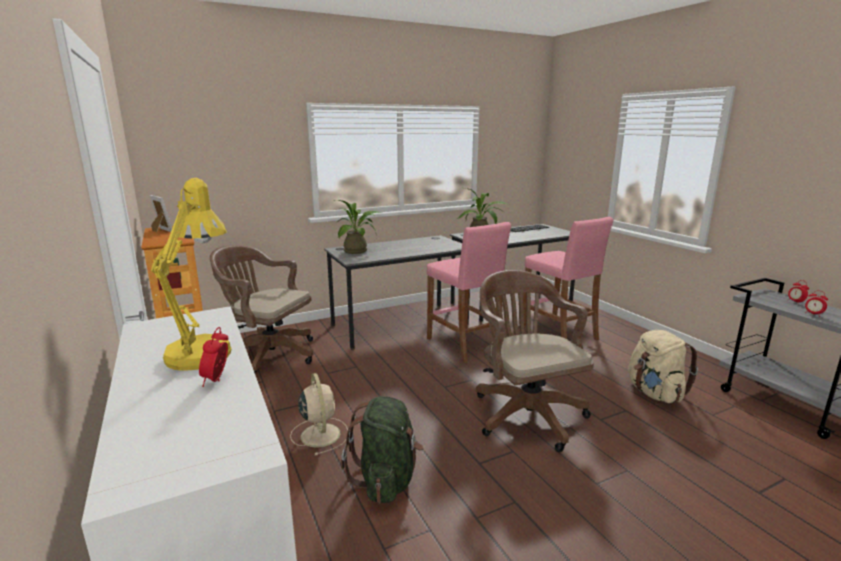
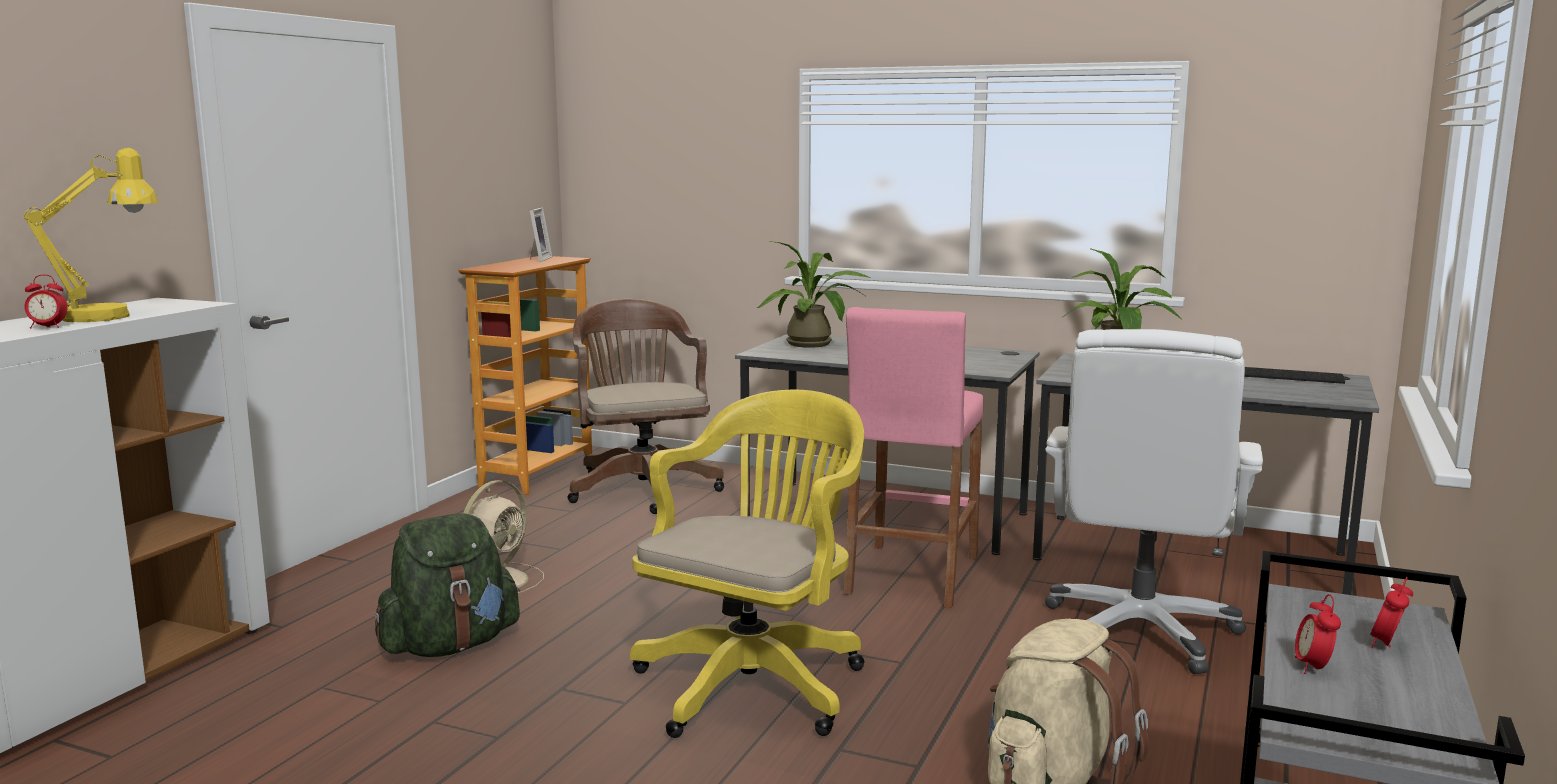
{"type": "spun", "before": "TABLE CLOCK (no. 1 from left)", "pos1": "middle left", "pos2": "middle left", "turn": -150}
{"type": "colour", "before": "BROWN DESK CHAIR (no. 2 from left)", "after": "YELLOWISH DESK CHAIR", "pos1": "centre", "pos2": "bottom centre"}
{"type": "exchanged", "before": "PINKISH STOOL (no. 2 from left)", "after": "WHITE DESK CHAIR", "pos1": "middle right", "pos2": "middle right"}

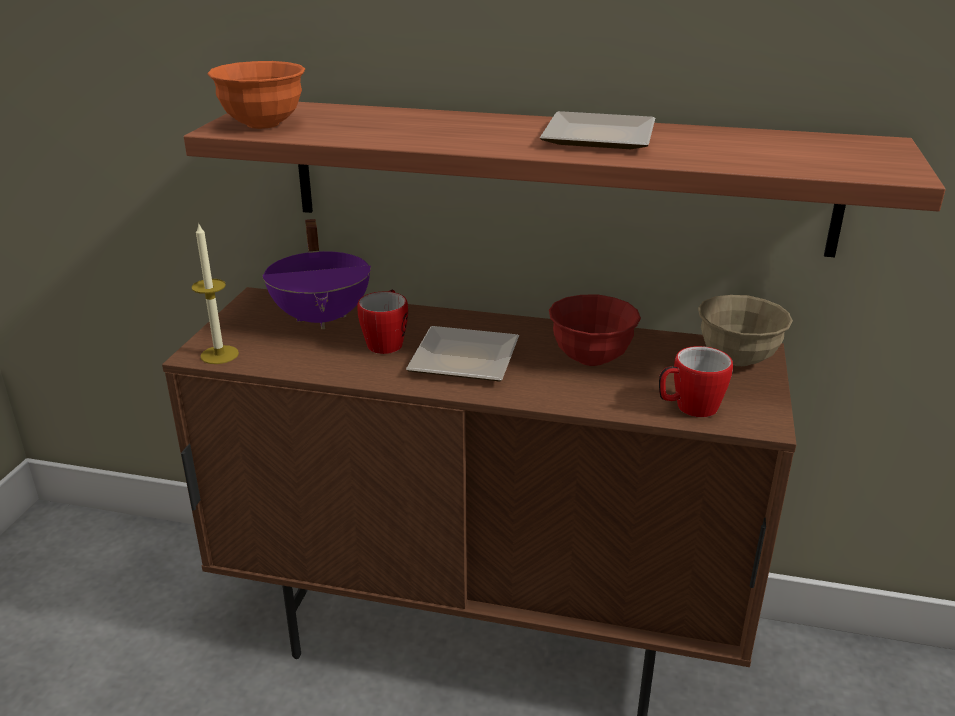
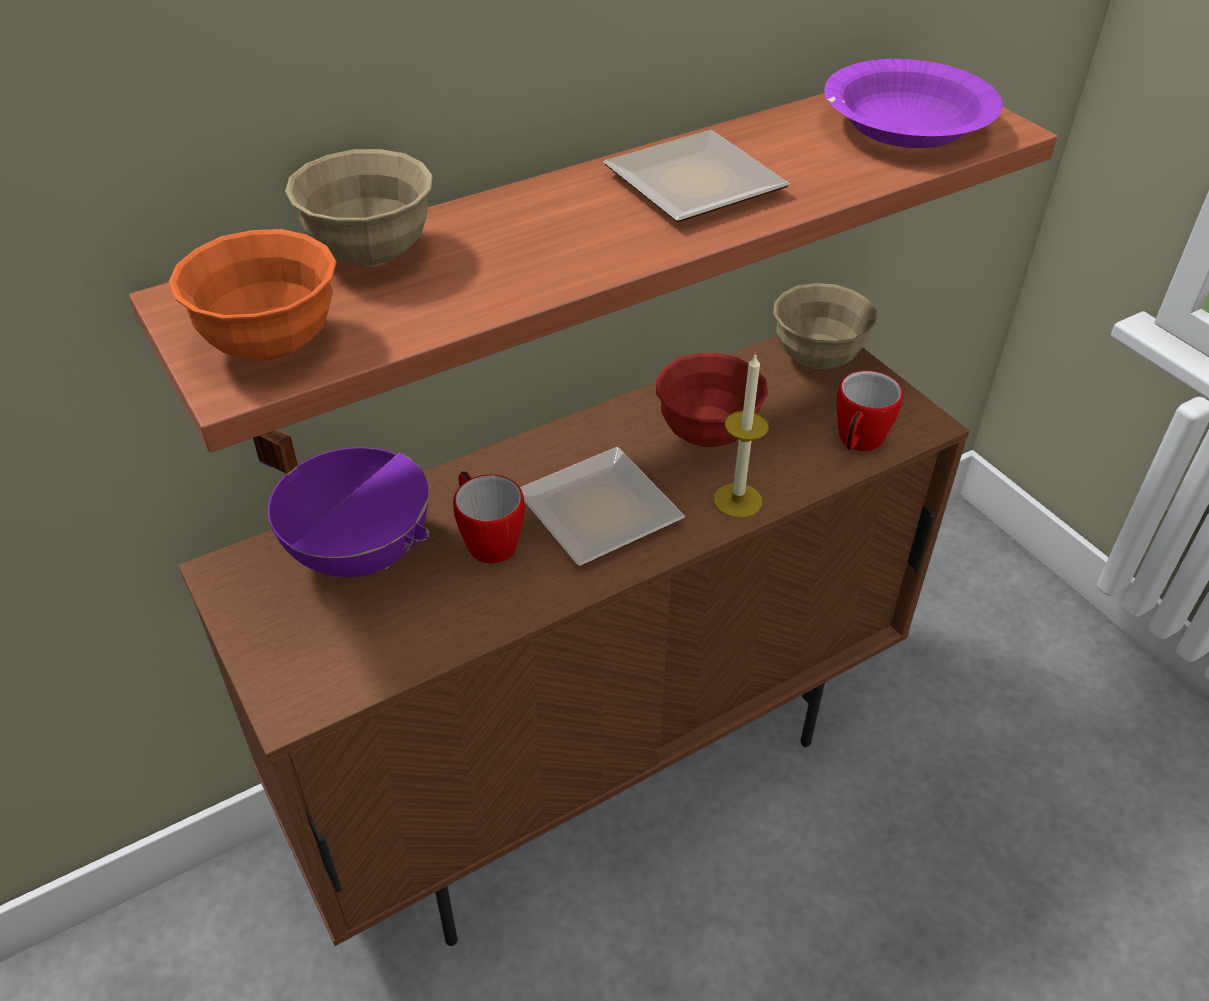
{"type": "relocated", "before": "WAX LIGHT", "pos1": "middle left", "pos2": "centre"}
{"type": "appeared", "after": "BEIGE BOWL (no. 1 from left)", "pos2": "top left"}
{"type": "appeared", "after": "PURPLE-COLOURED BOWL", "pos2": "top right"}

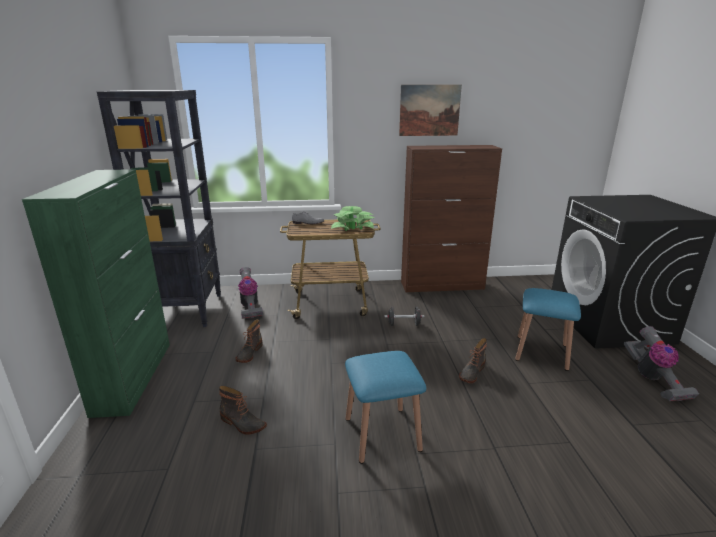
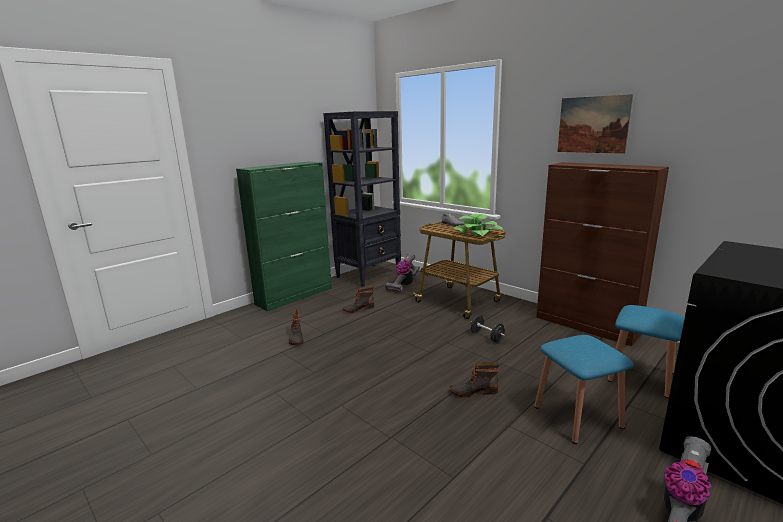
{"type": "relocated", "before": "BLUE-COLOURED STOOL (no. 1 from left in the first image)", "after": "BLUE-COLOURED STOOL (no. 2 from left)", "pos1": "bottom centre", "pos2": "bottom right"}

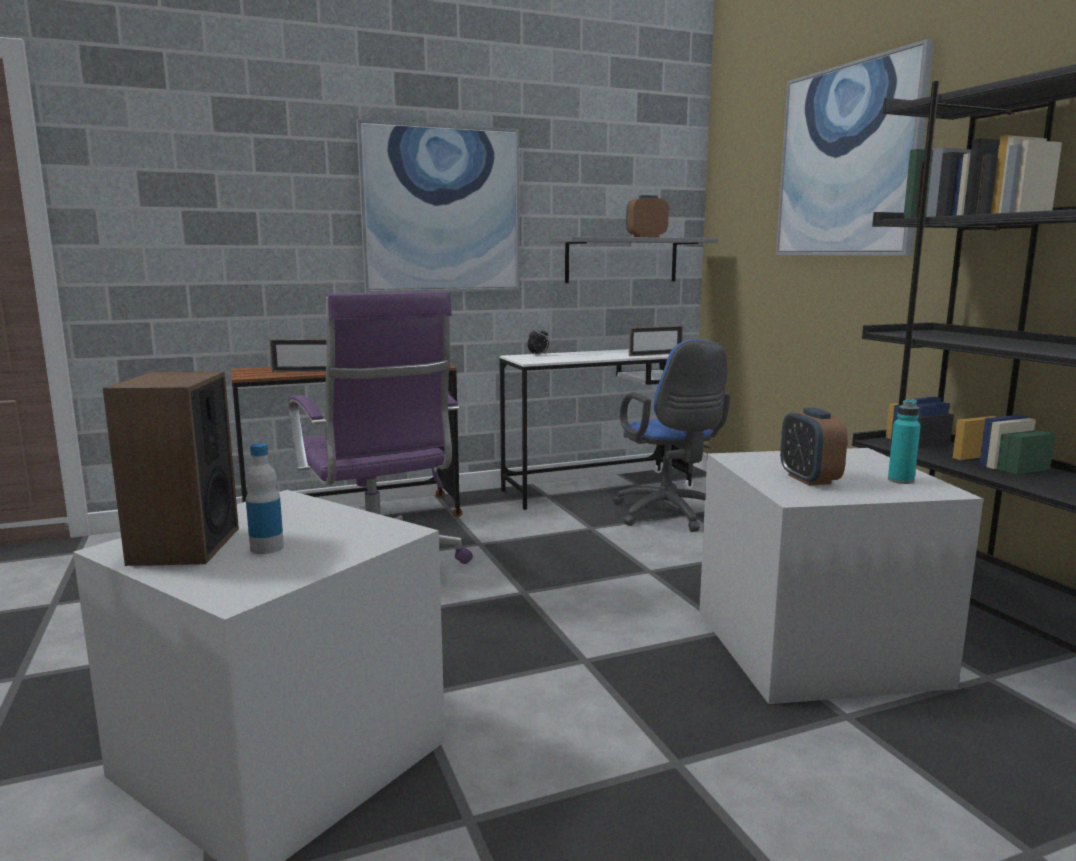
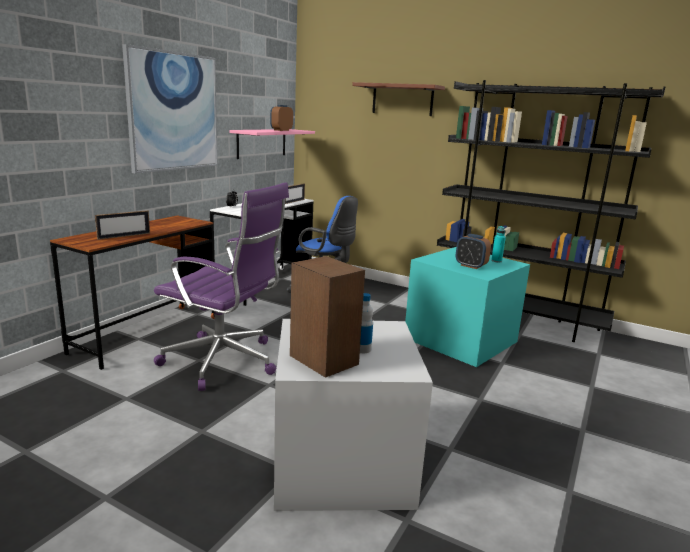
{"type": "colour", "before": "GRAY WALL SHELF", "after": "PINKISH WALL SHELF", "pos1": "top centre", "pos2": "top centre"}
{"type": "colour", "before": "GRAY STORAGE BOX (no. 2 from left)", "after": "BLUE-GREEN STORAGE BOX", "pos1": "bottom right", "pos2": "middle right"}
{"type": "exchanged", "before": "WALL ART (no. 2 from left)", "after": "BROWN WALL SHELF", "pos1": "top right", "pos2": "top centre"}

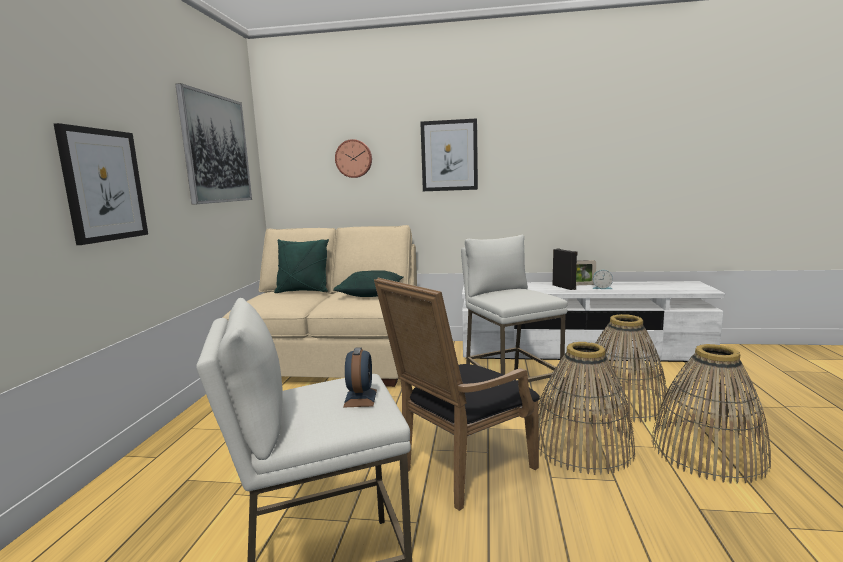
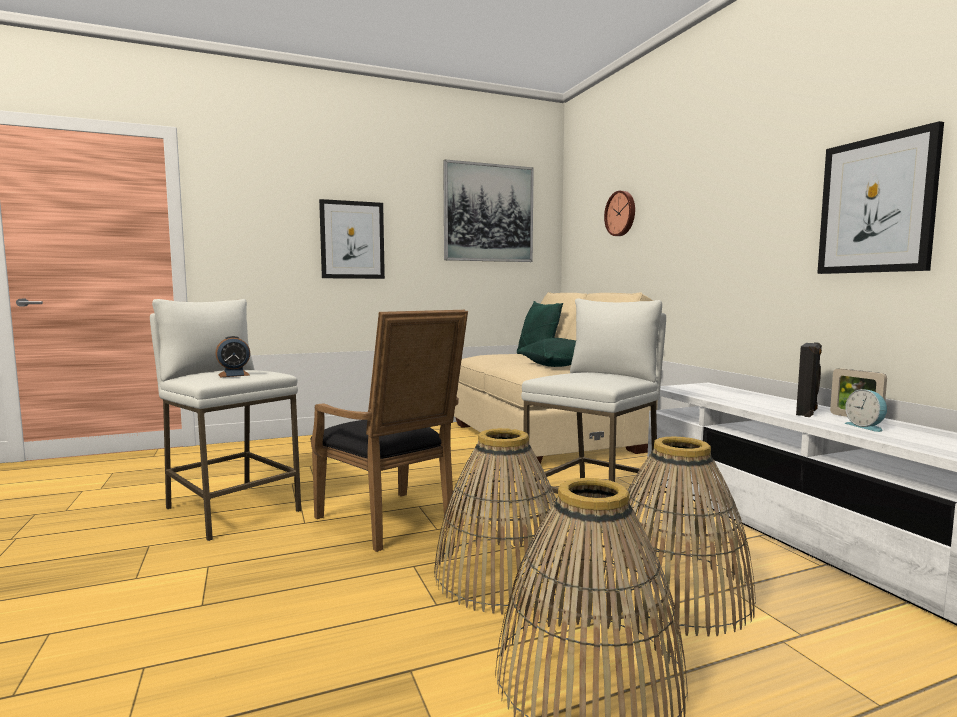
{"type": "spun", "before": "BLACK LOUNGE CHAIR", "pos1": "bottom centre", "pos2": "centre", "turn": -150}
{"type": "relocated", "before": "WALL ART (no. 3 from left)", "pos1": "top centre", "pos2": "top right"}

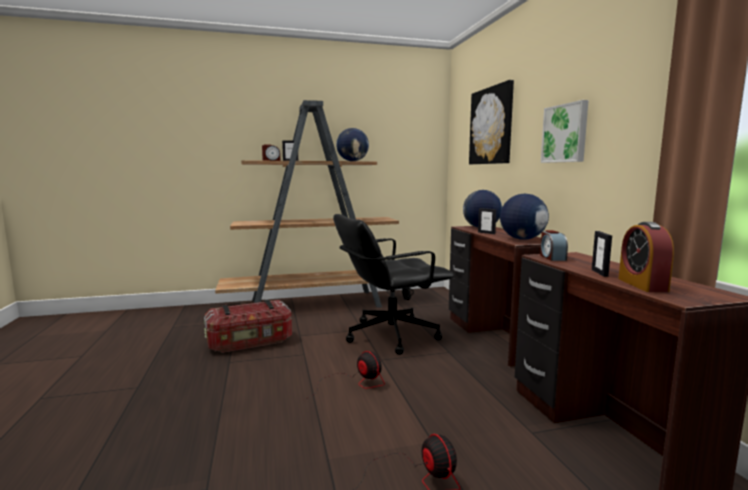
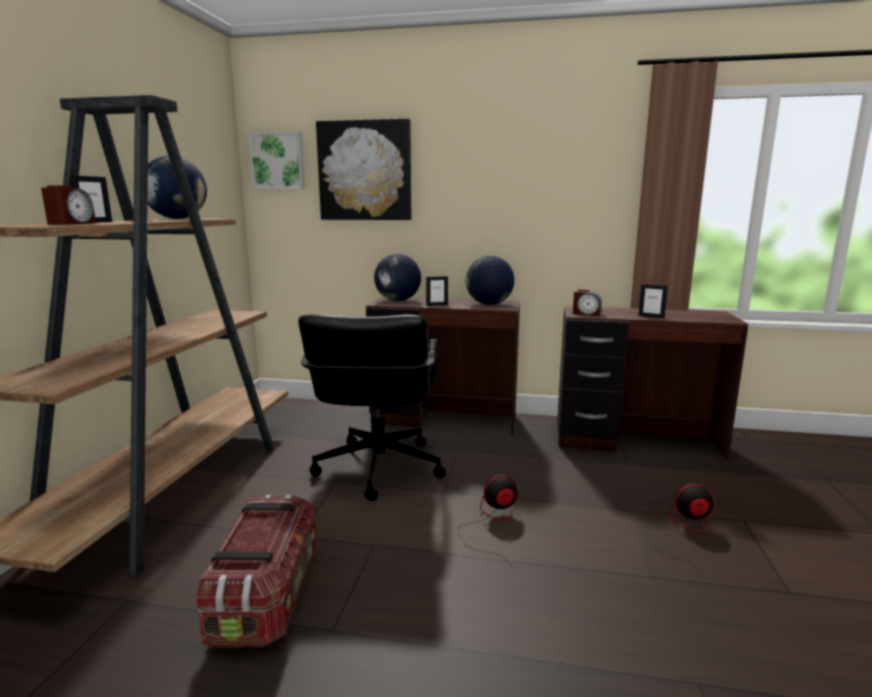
{"type": "relocated", "before": "WALL ART (no. 2 from left in the first image)", "after": "WALL ART (no. 1 from left)", "pos1": "top right", "pos2": "top left"}
{"type": "missing", "before": "TABLE CLOCK (no. 3 from left)", "pos1": "middle right"}

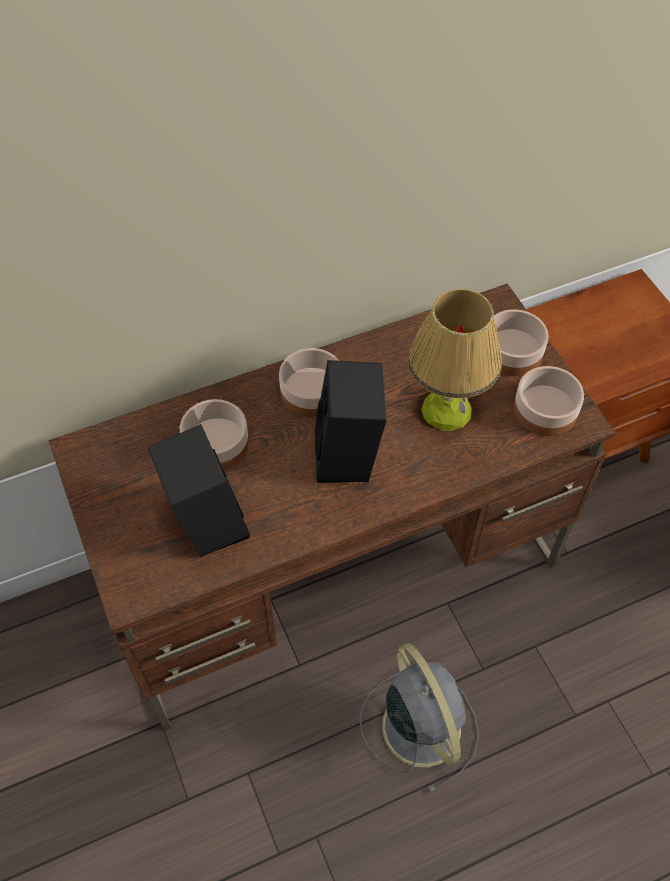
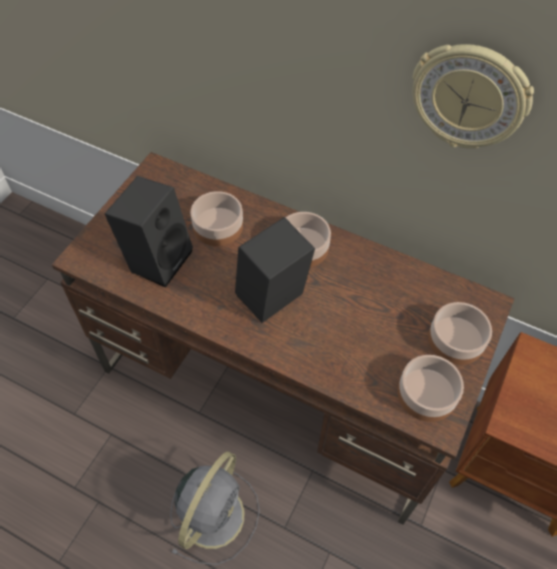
{"type": "missing", "before": "TABLETOP LAMP", "pos1": "middle right"}
{"type": "appeared", "after": "CLOCK ON THE WALL", "pos2": "top right"}

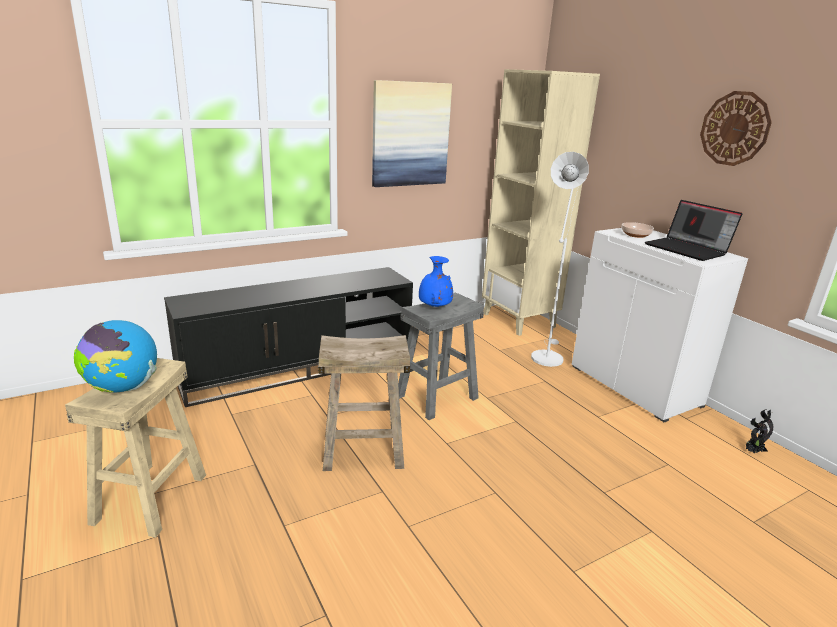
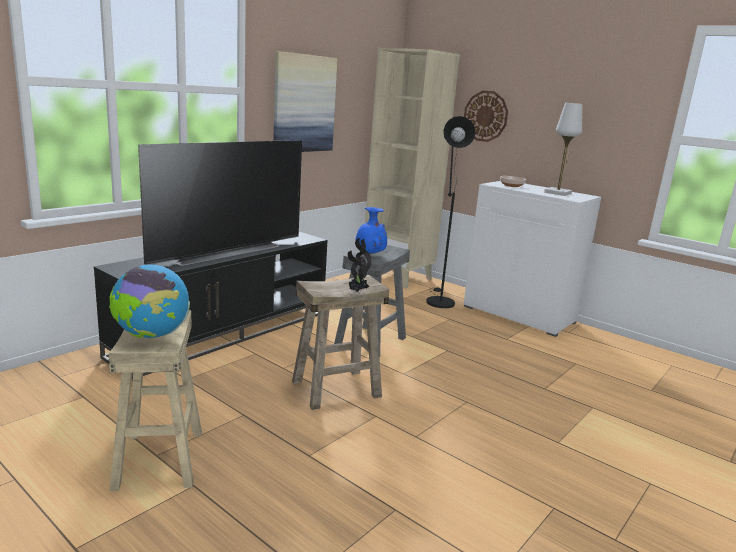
{"type": "colour", "before": "WHITE FLOOR LAMP", "after": "BLACK FLOOR LAMP", "pos1": "middle right", "pos2": "centre"}
{"type": "exchanged", "before": "NOTEBOOK COMPUTER", "after": "WHITE TABLETOP LAMP", "pos1": "middle right", "pos2": "top right"}
{"type": "relocated", "before": "CLOCK ON THE WALL", "pos1": "top right", "pos2": "top centre"}
{"type": "relocated", "before": "HOUSEPLANT", "pos1": "bottom right", "pos2": "centre"}
{"type": "appeared", "after": "TV SET", "pos2": "middle left"}

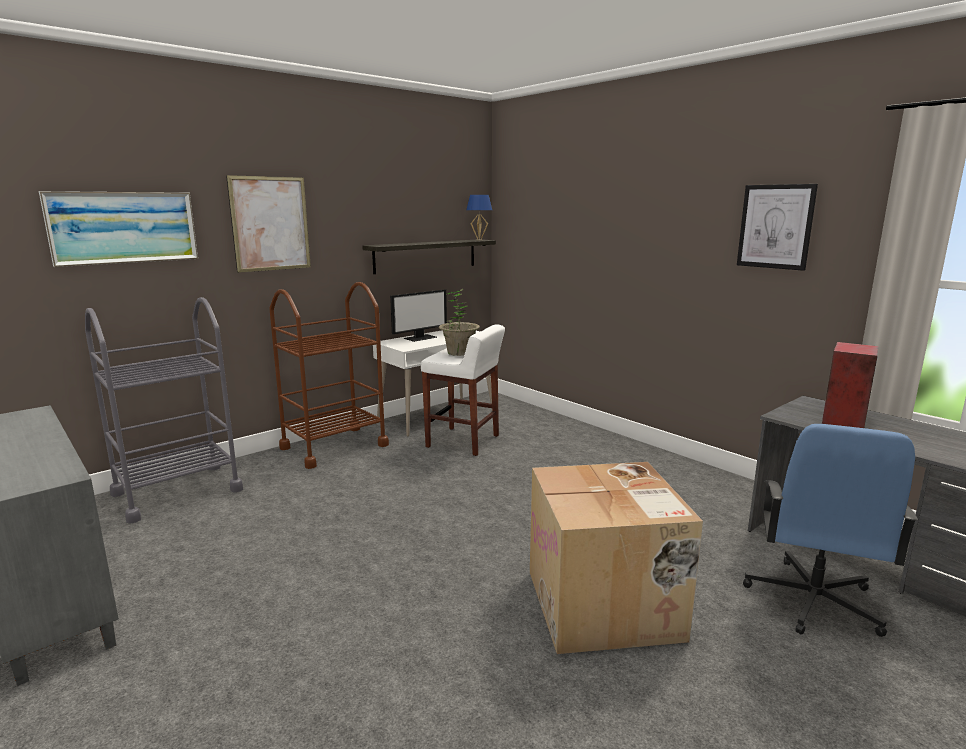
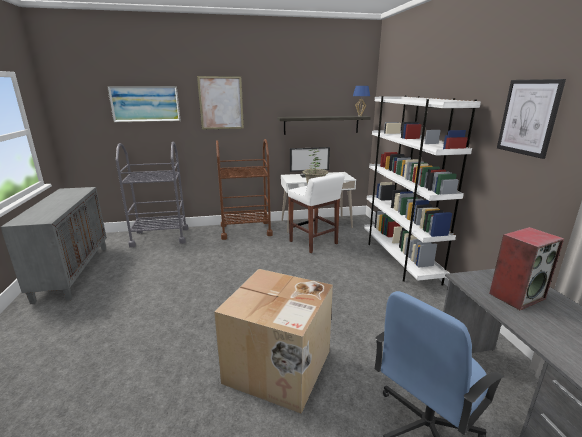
{"type": "appeared", "after": "WHITE BOOKCASE", "pos2": "middle right"}

